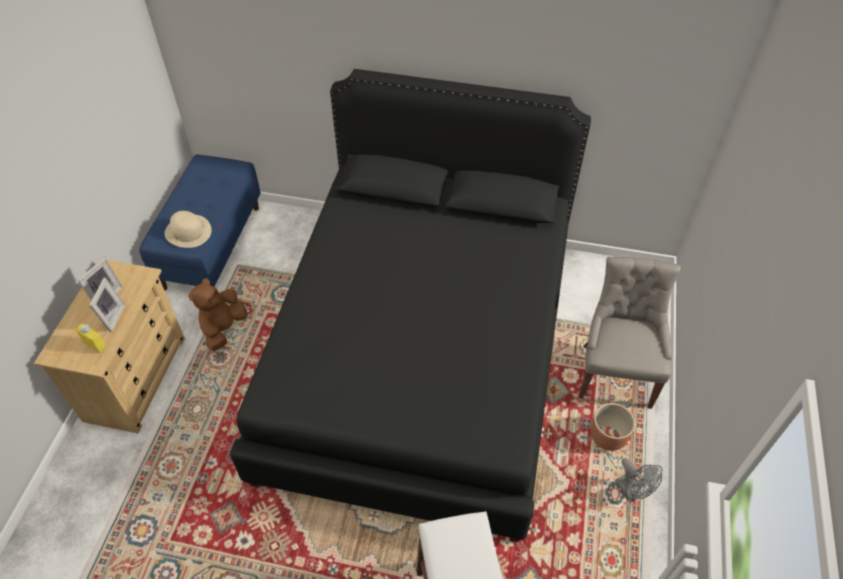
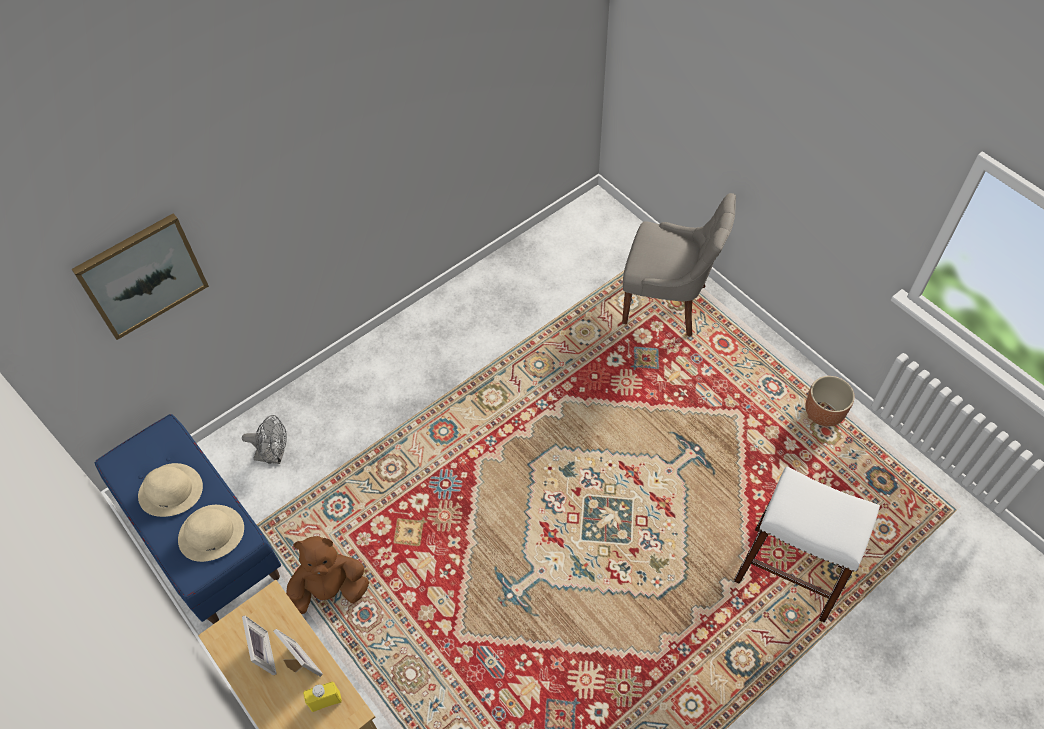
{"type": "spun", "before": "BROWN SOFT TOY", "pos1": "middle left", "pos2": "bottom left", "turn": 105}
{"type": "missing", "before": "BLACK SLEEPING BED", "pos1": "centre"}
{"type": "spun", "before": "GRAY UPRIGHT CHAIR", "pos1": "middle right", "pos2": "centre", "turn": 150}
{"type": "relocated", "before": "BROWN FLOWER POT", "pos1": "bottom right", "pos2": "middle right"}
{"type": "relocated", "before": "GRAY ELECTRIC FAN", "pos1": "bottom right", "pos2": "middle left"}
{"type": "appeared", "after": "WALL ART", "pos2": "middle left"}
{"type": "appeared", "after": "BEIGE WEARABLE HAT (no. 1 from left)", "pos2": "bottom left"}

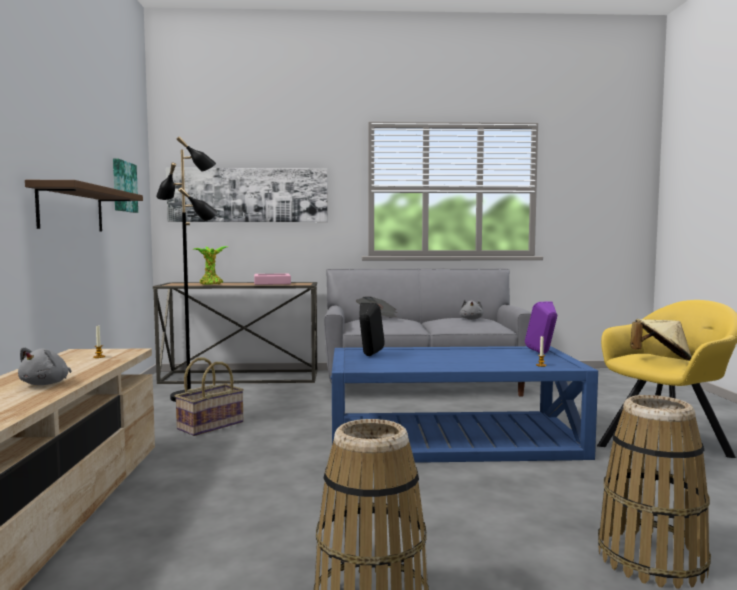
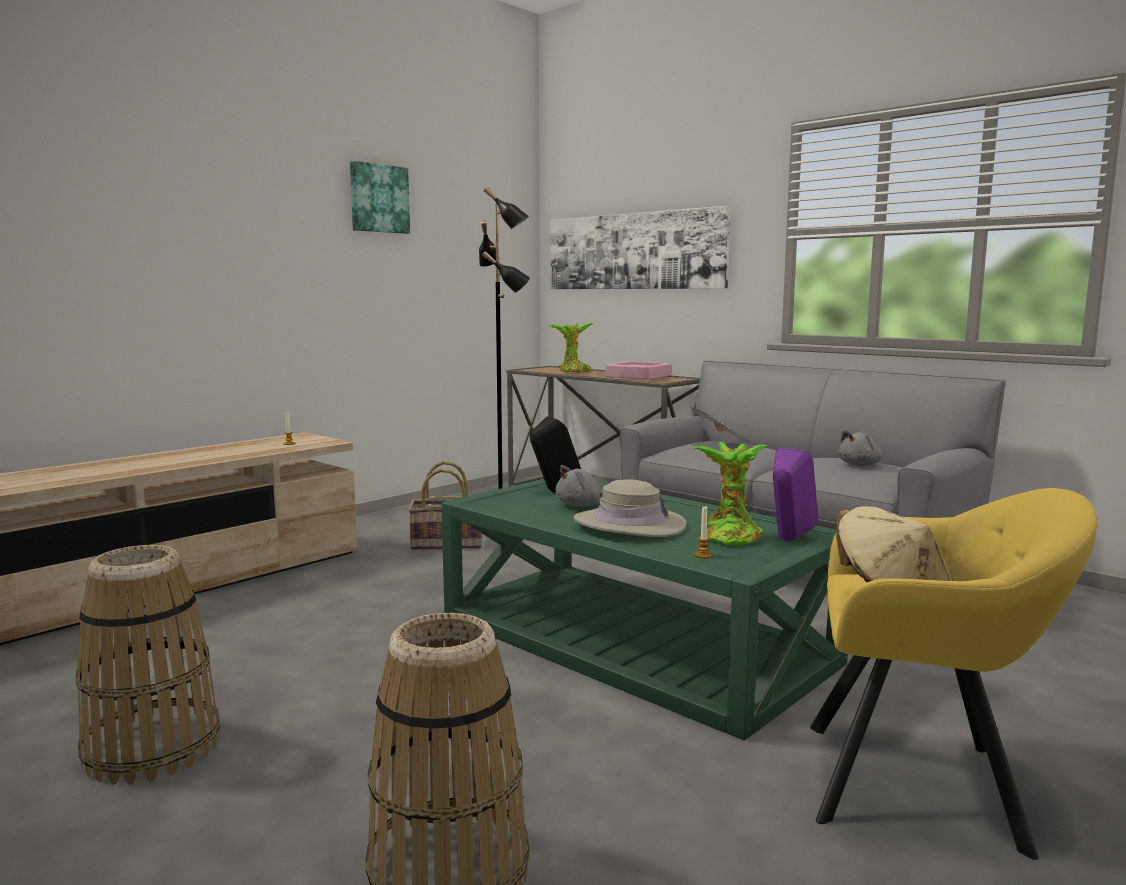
{"type": "relocated", "before": "GRAY SOFT TOY (no. 1 from left)", "pos1": "middle left", "pos2": "centre"}
{"type": "missing", "before": "BROWN WALL SHELF", "pos1": "middle left"}
{"type": "relocated", "before": "WALL ART (no. 1 from left)", "pos1": "top left", "pos2": "top centre"}
{"type": "colour", "before": "BLUE-COLOURED COFFEE TABLE", "after": "GREENISH COFFEE TABLE", "pos1": "bottom centre", "pos2": "bottom centre"}
{"type": "appeared", "after": "BEIGE WEARABLE HAT (no. 1 from left)", "pos2": "centre"}
{"type": "appeared", "after": "HOUSEPLANT (no. 2 from left)", "pos2": "centre"}

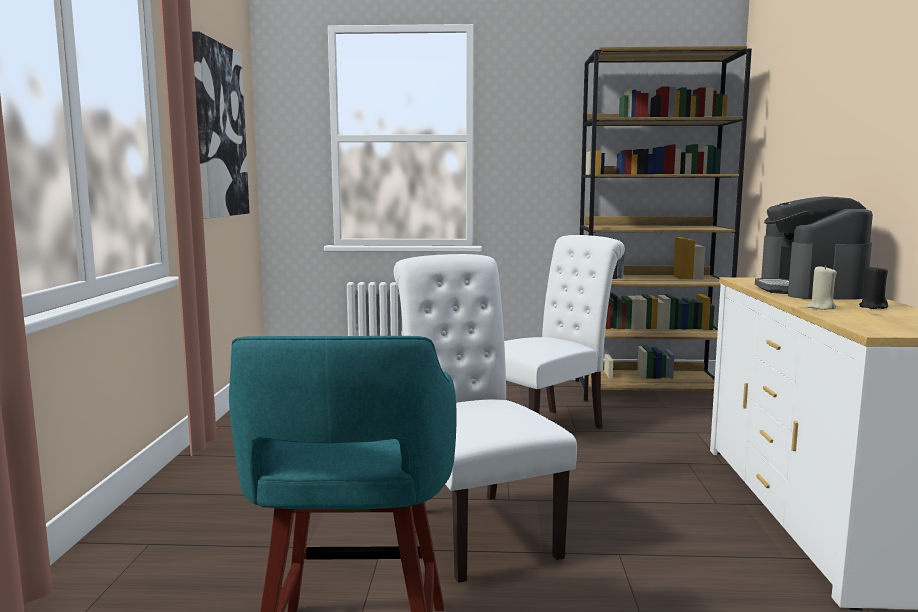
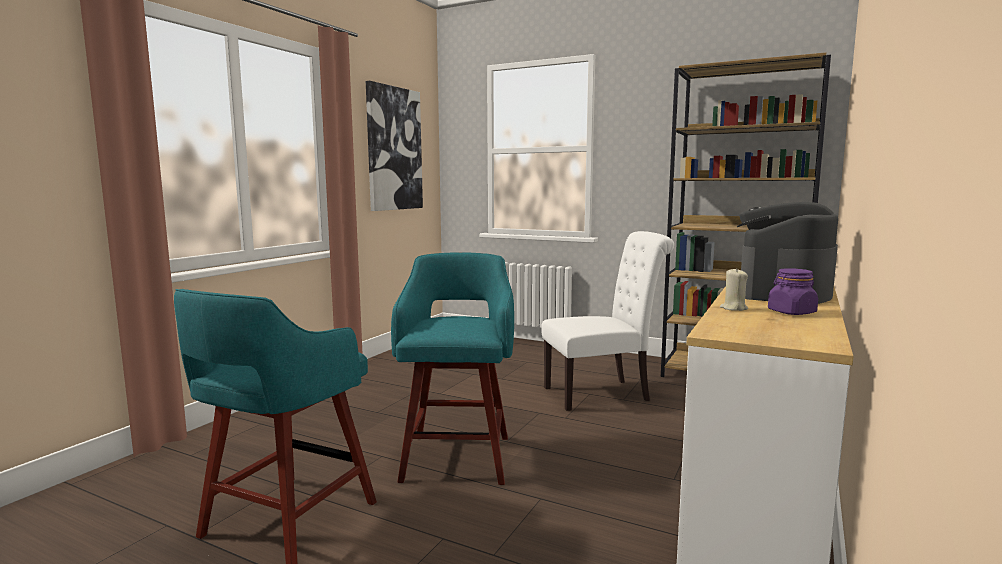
{"type": "exchanged", "before": "WHITE UPRIGHT CHAIR (no. 1 from left)", "after": "BLUE-GREEN STOOL (no. 2 from left)", "pos1": "bottom centre", "pos2": "centre"}
{"type": "exchanged", "before": "BLACK WAX LIGHT", "after": "PURPLE-COLOURED PRESERVE JAR", "pos1": "middle right", "pos2": "middle right"}

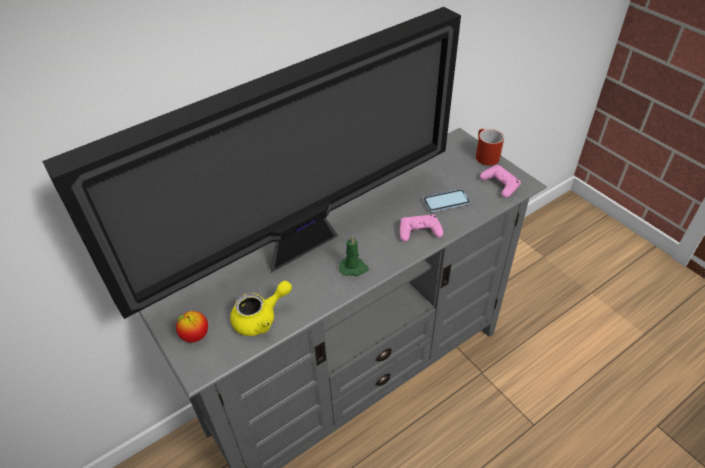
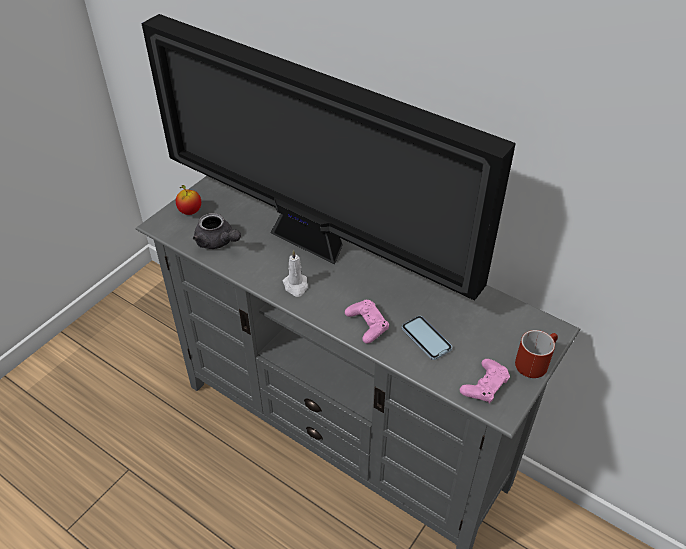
{"type": "colour", "before": "YELLOWISH TEAPOT", "after": "GRAY TEAPOT", "pos1": "centre", "pos2": "middle left"}
{"type": "colour", "before": "GREENISH WAX LIGHT", "after": "WHITE WAX LIGHT", "pos1": "centre", "pos2": "centre"}

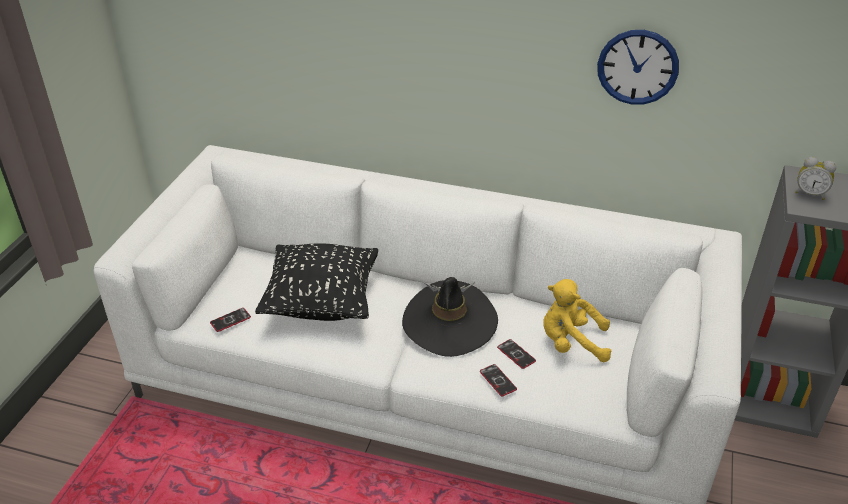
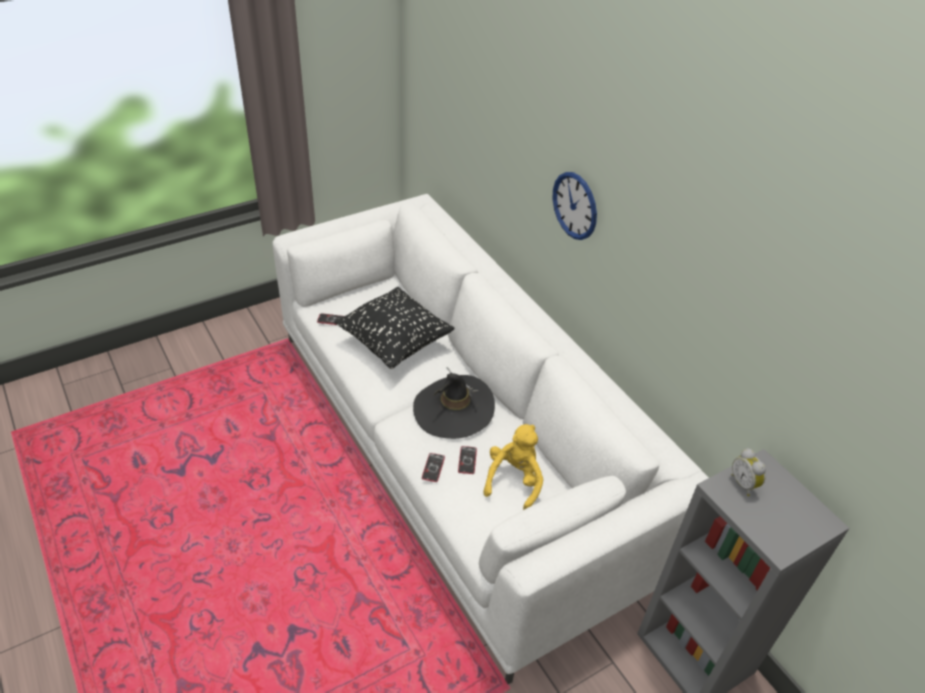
{"type": "spun", "before": "YELLOWISH SOFT TOY", "pos1": "middle right", "pos2": "bottom centre", "turn": 60}
{"type": "relocated", "before": "CLOCK ON THE WALL", "pos1": "top right", "pos2": "top centre"}

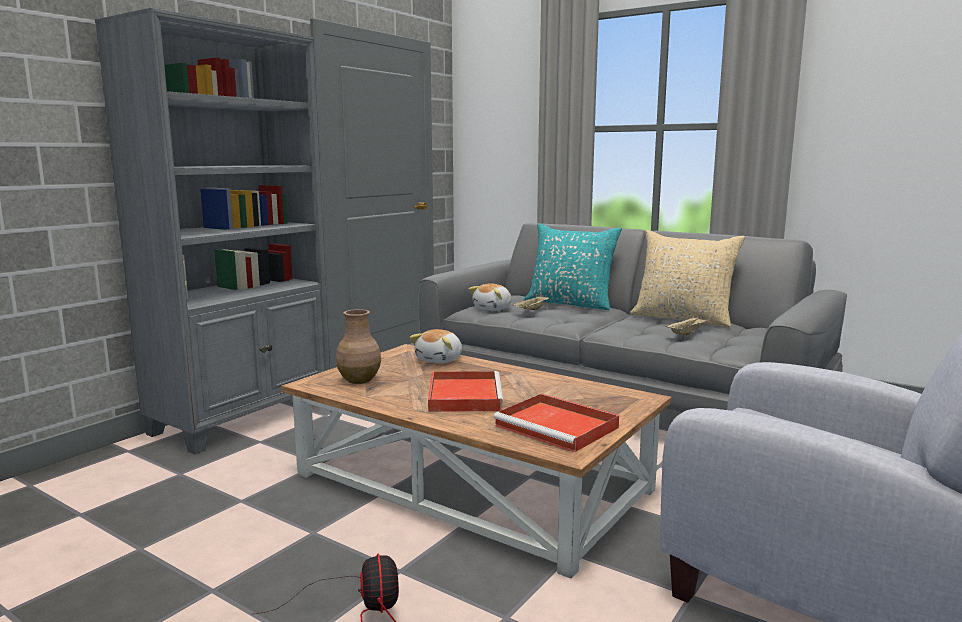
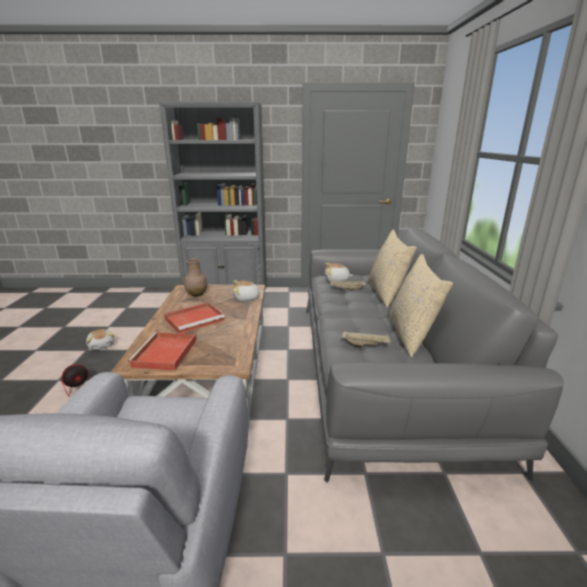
{"type": "colour", "before": "BLUE-GREEN THROW PILLOW", "after": "BEIGE THROW PILLOW (no. 1 from left)", "pos1": "centre", "pos2": "middle right"}
{"type": "appeared", "after": "SOFT TOY (no. 1 from left)", "pos2": "middle left"}

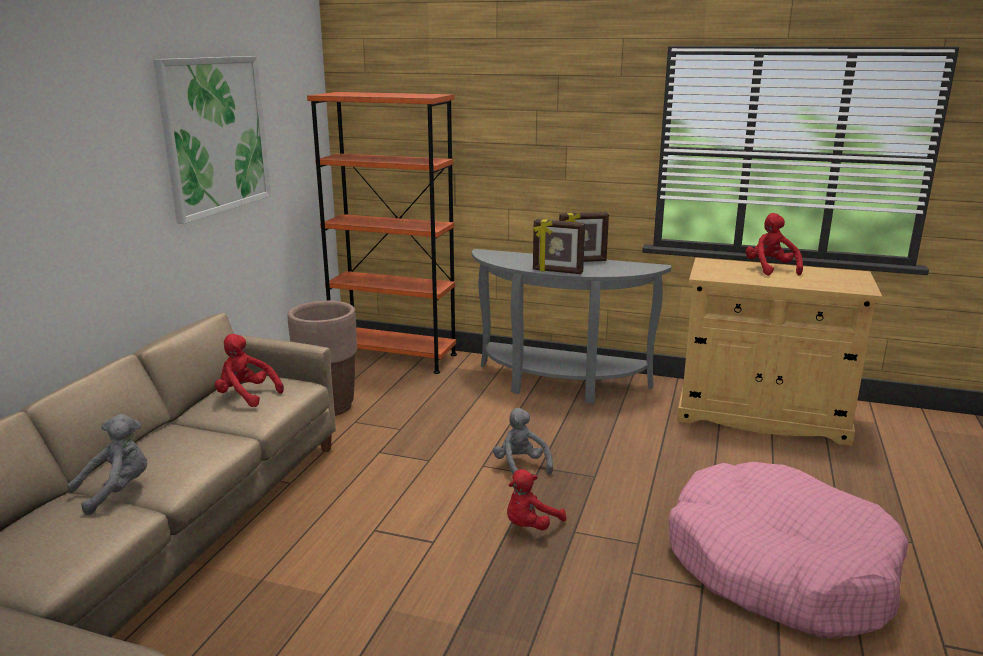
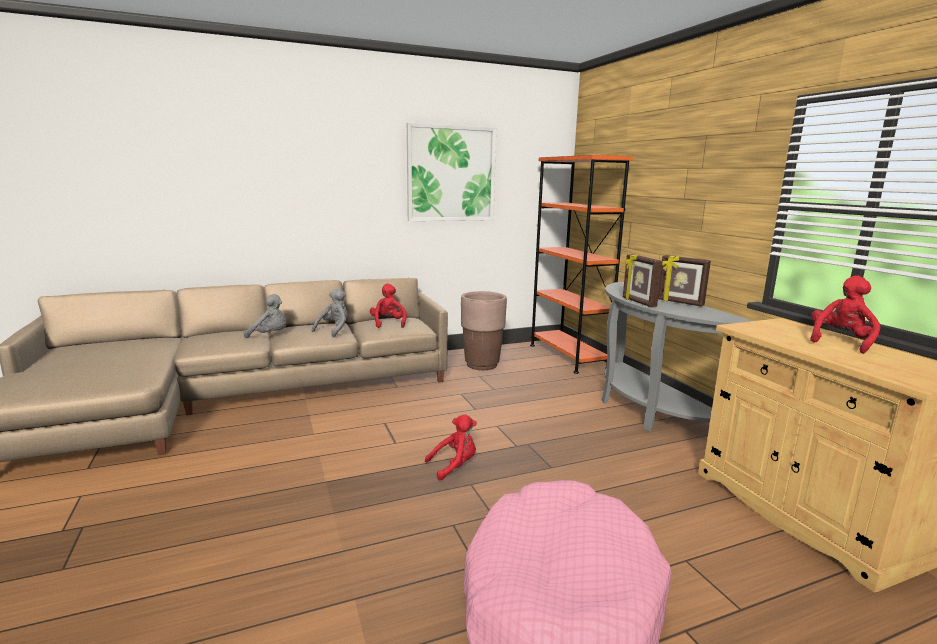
{"type": "relocated", "before": "GRAY SOFT TOY (no. 2 from left)", "pos1": "bottom centre", "pos2": "centre"}
{"type": "spun", "before": "REDDISH SOFT TOY (no. 2 from left)", "pos1": "bottom centre", "pos2": "bottom centre", "turn": 150}

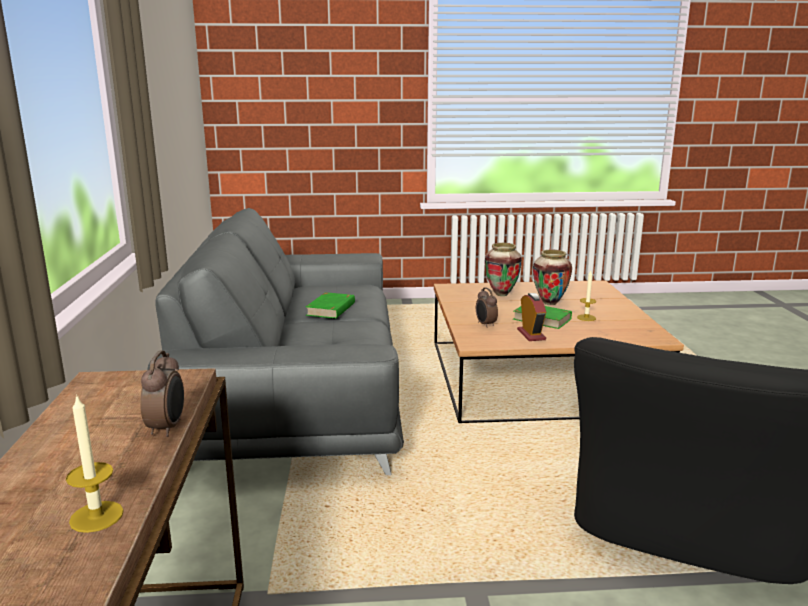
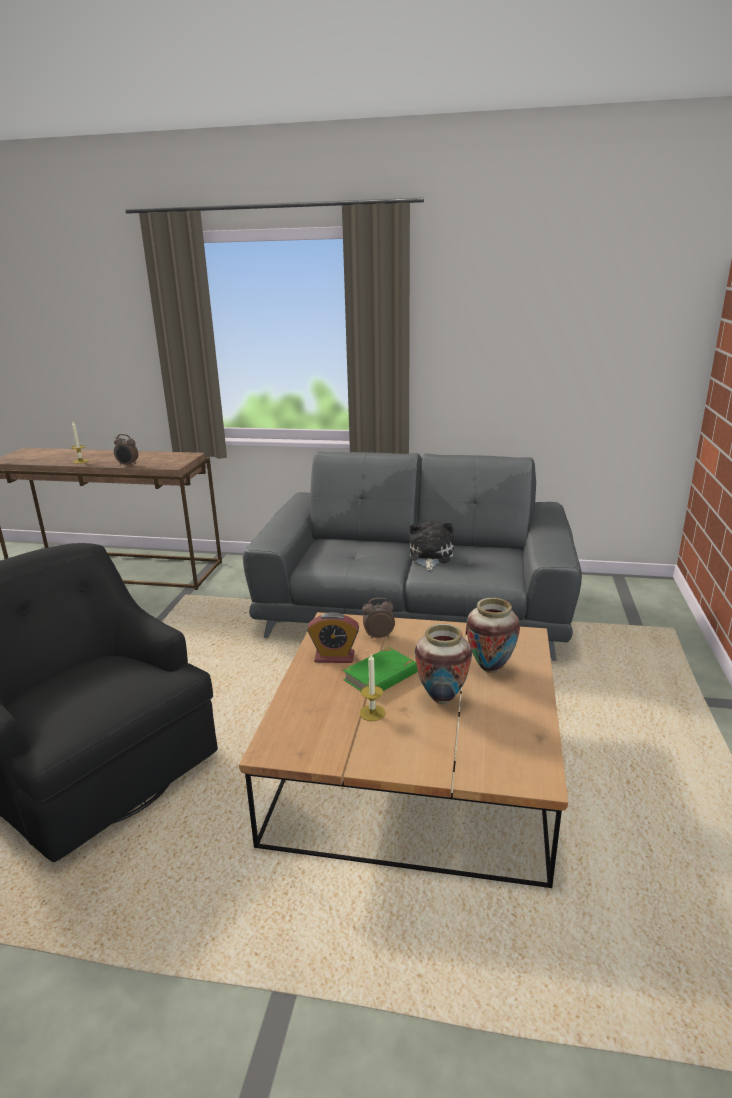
{"type": "exchanged", "before": "GREENISH BOOK (no. 1 from left)", "after": "SOFT TOY", "pos1": "centre", "pos2": "centre"}

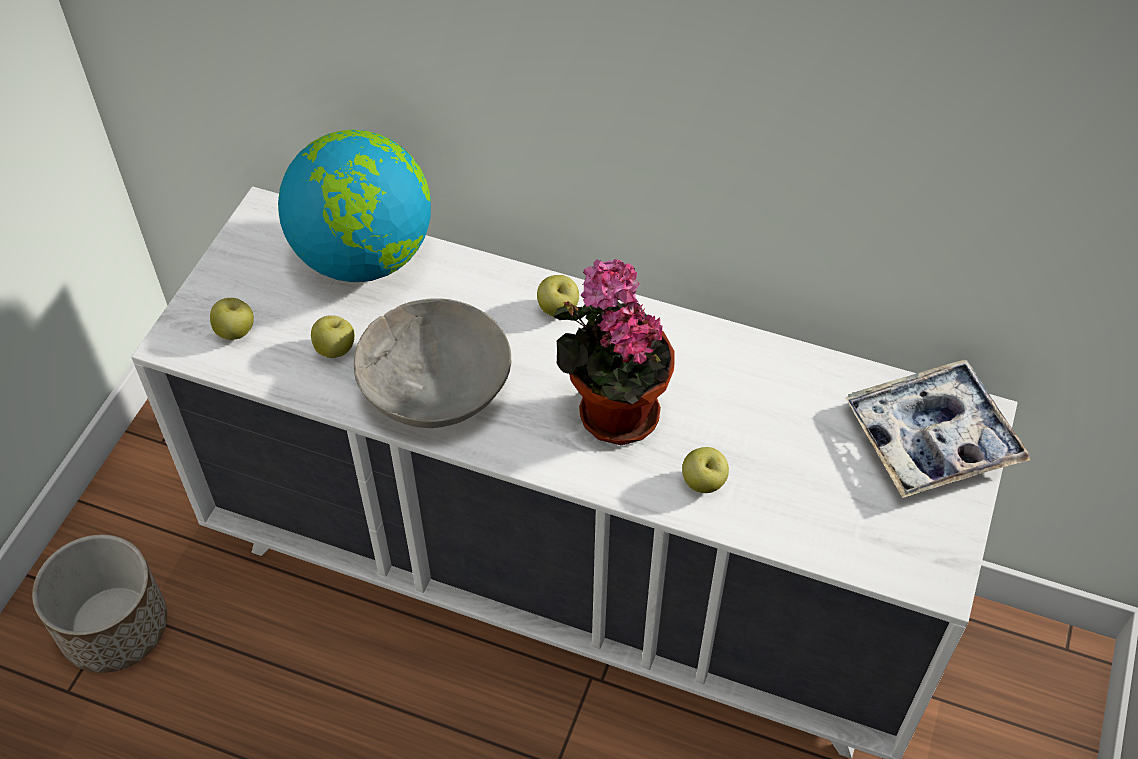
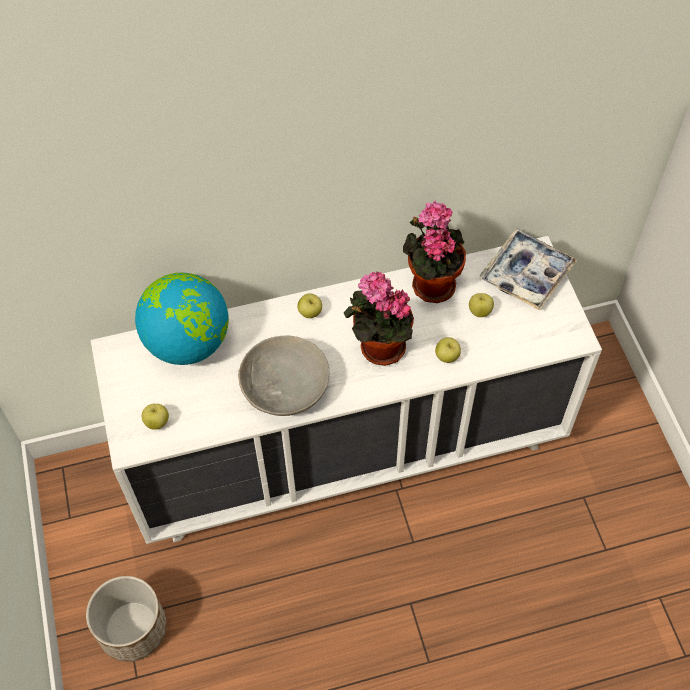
{"type": "relocated", "before": "APPLE (no. 2 from left in the first image)", "after": "APPLE (no. 4 from left)", "pos1": "middle left", "pos2": "middle right"}
{"type": "appeared", "after": "HOUSEPLANT (no. 2 from left)", "pos2": "centre"}

